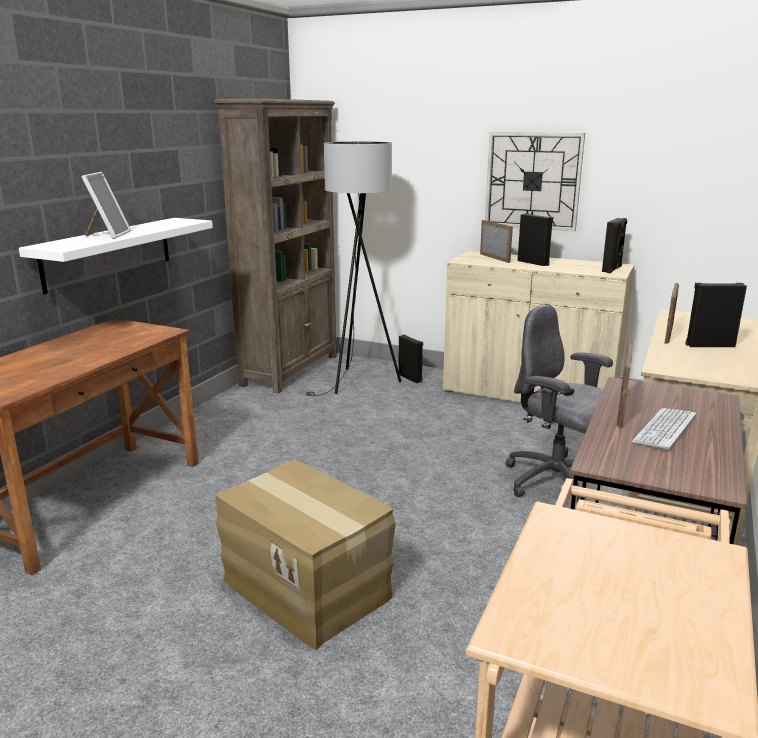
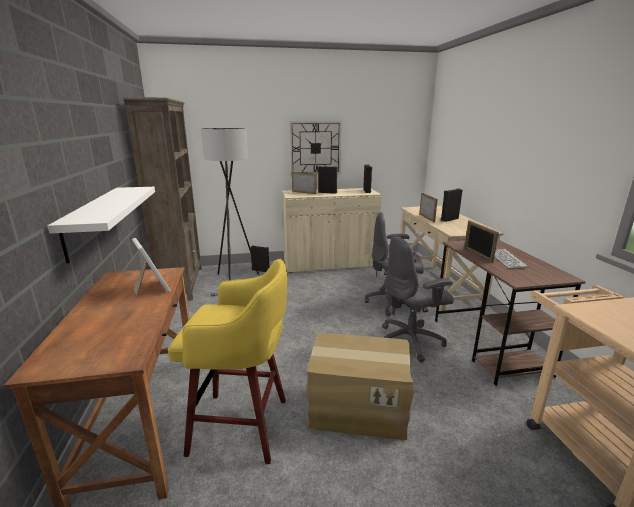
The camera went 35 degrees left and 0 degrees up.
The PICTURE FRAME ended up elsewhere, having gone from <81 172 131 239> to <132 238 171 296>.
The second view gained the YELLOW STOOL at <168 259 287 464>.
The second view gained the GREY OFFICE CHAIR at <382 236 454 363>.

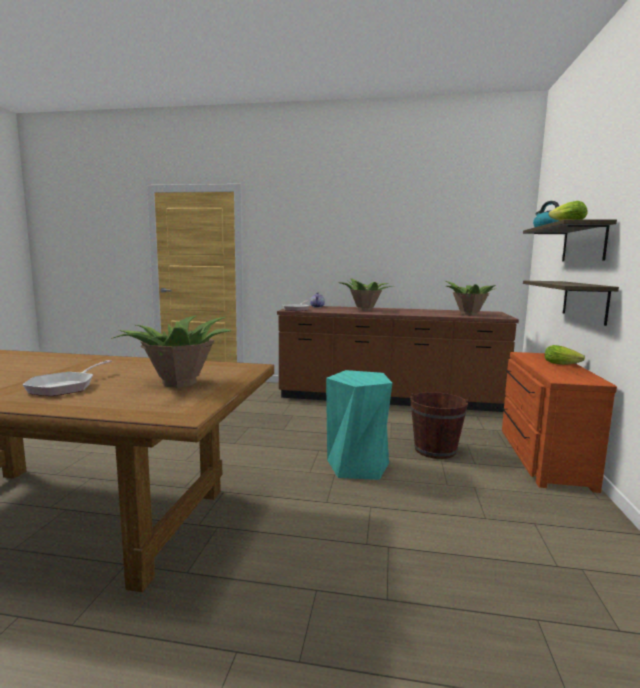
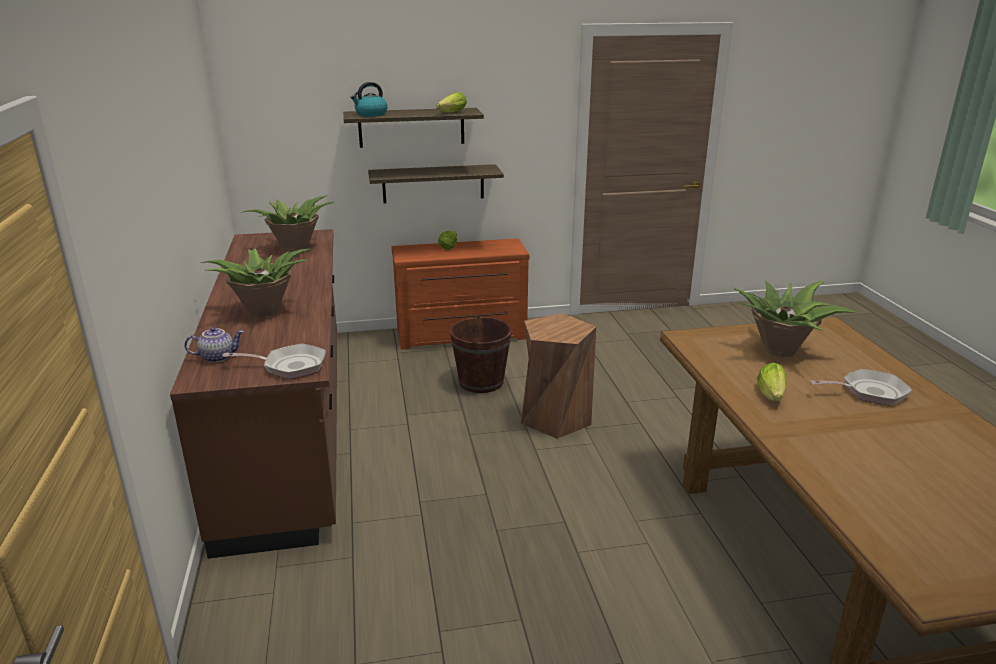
The camera went 110 degrees left and 15 degrees up.
What was the TURQUOISE STOOL at <326 370 392 480> turned into the BROWN STOOL at <521 313 596 439>.
The second view gained the LETTUCE at <757 363 786 401>.

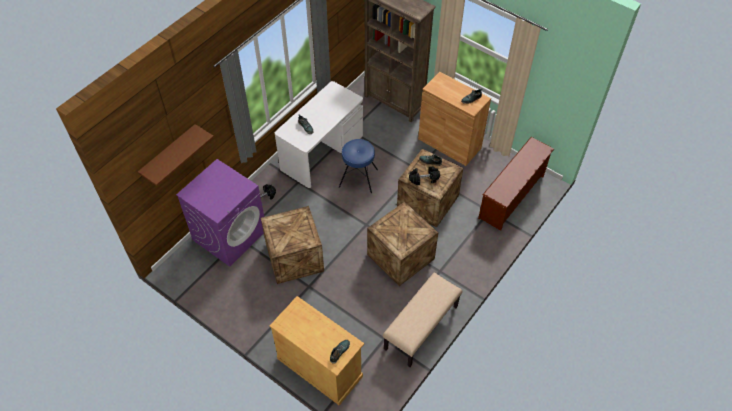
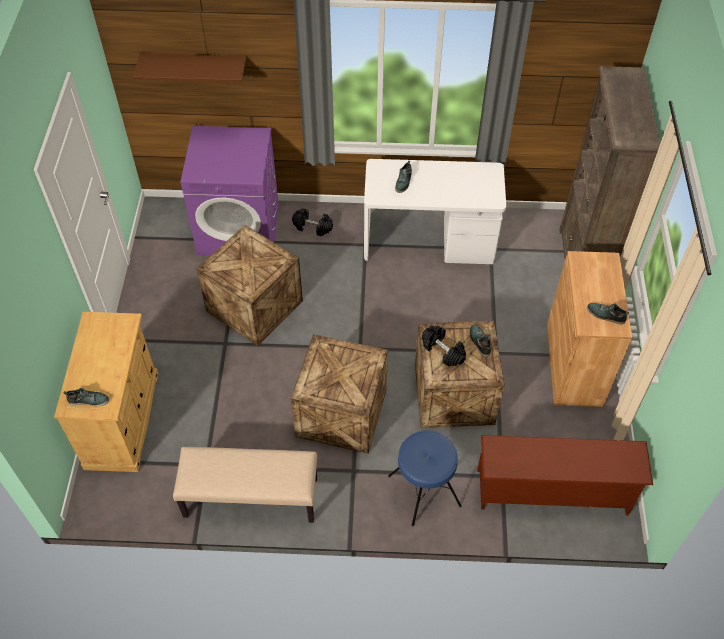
The camera went 55 degrees right and 0 degrees up.
The BLUE STOOL ended up elsewhere, having gone from <339 139 378 193> to <388 431 462 526>.

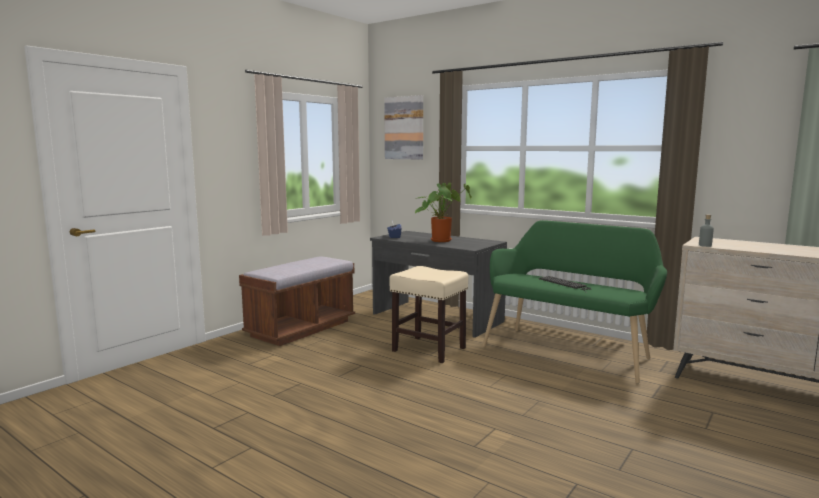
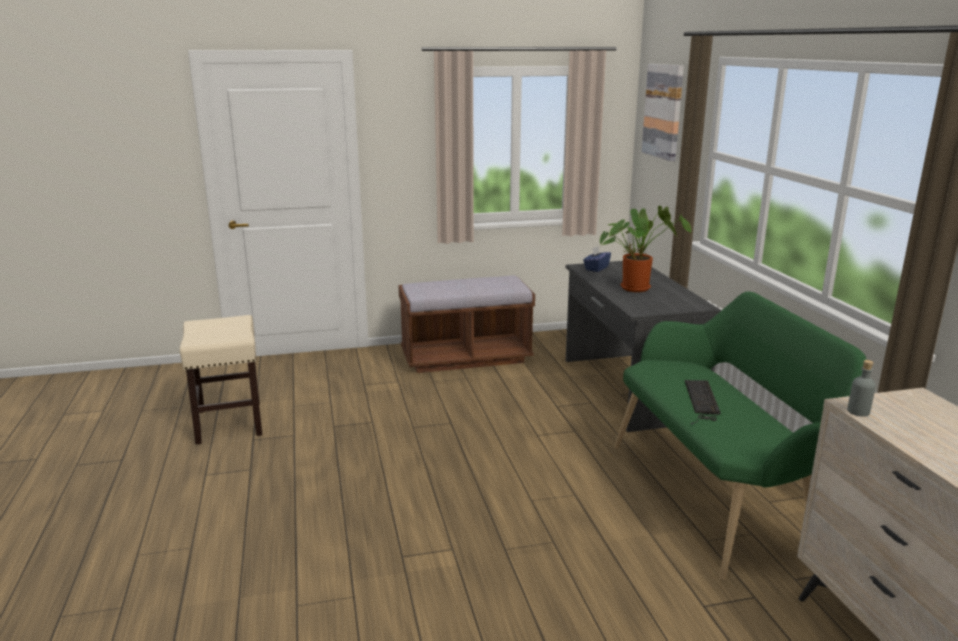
The camera went 40 degrees right and 10 degrees up.
The BEIGE STOOL ended up elsewhere, having gone from <389 266 468 363> to <180 315 262 445>.

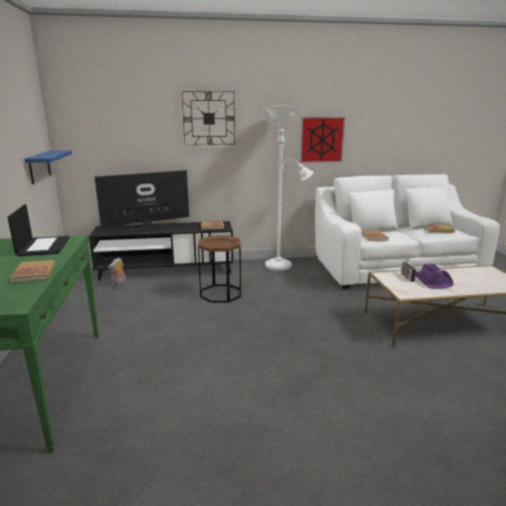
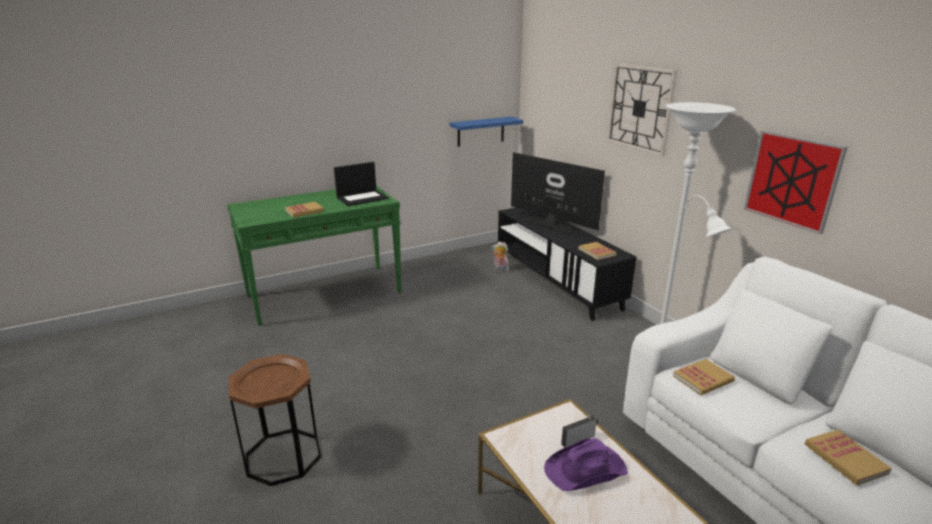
The camera went 70 degrees right and 5 degrees up.
The BROWN SIDE TABLE ended up elsewhere, having gone from <198 235 241 303> to <229 354 321 486>.

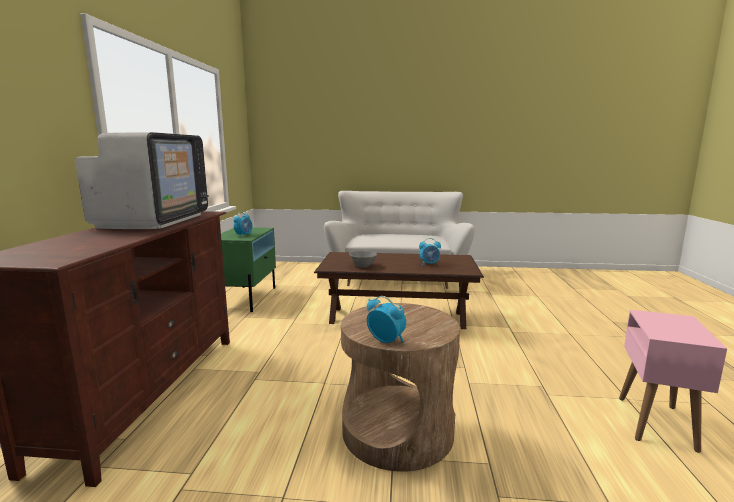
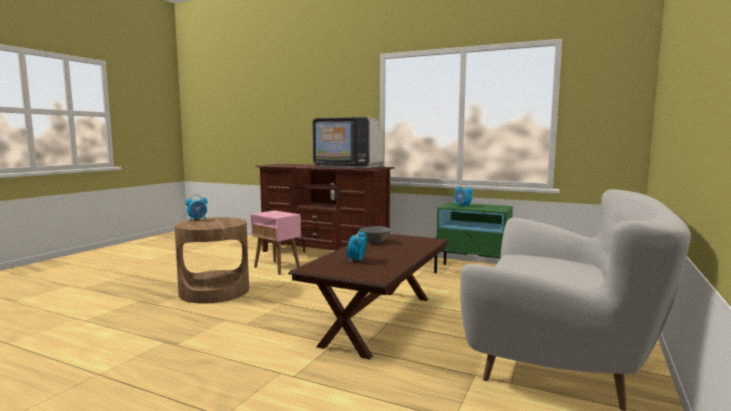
The camera went 110 degrees right and 5 degrees down.
The PINK SIDE TABLE ended up elsewhere, having gone from <619 310 727 453> to <251 210 301 274>.

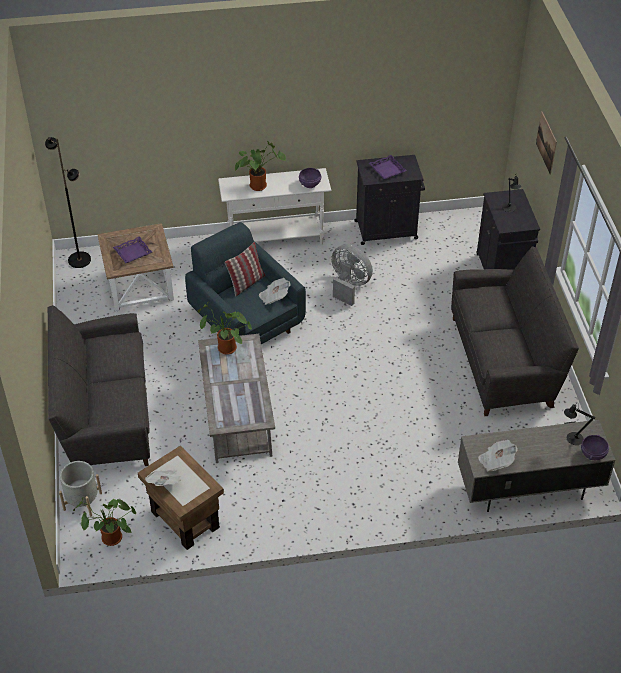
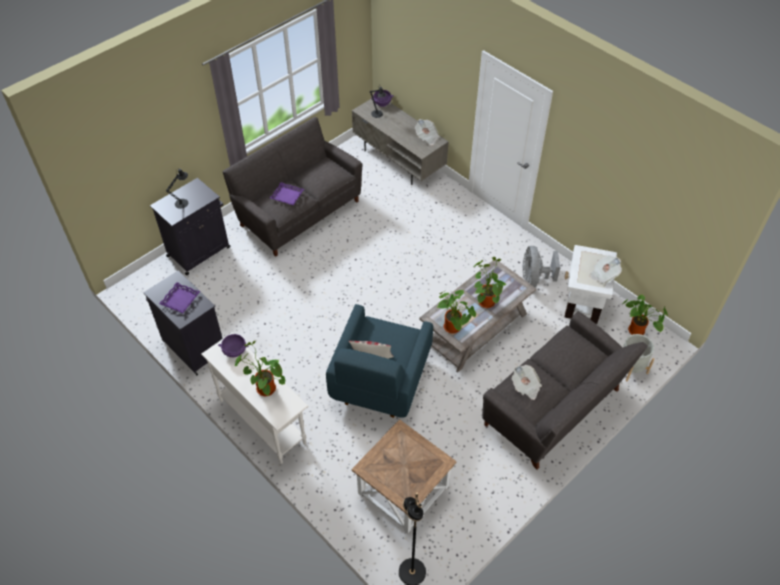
The camera went 125 degrees left and 5 degrees up.
The PURPLE TRAY ended up elsewhere, having gone from <113 236 152 263> to <270 182 304 205>.
What was the BROWN SIDE TABLE at <138 446 224 550> turned into the WHITE SIDE TABLE at <565 245 617 324>.
The NEWSPAPER ended up elsewhere, having gone from <259 278 291 305> to <512 365 542 400>.
The GREY FAN ended up elsewhere, having gone from <331 244 373 306> to <523 246 560 288>.
The second view lost the PICTURE at <536 111 557 175>.
The second view gained the POTTED PLANT at <473 257 507 308>.

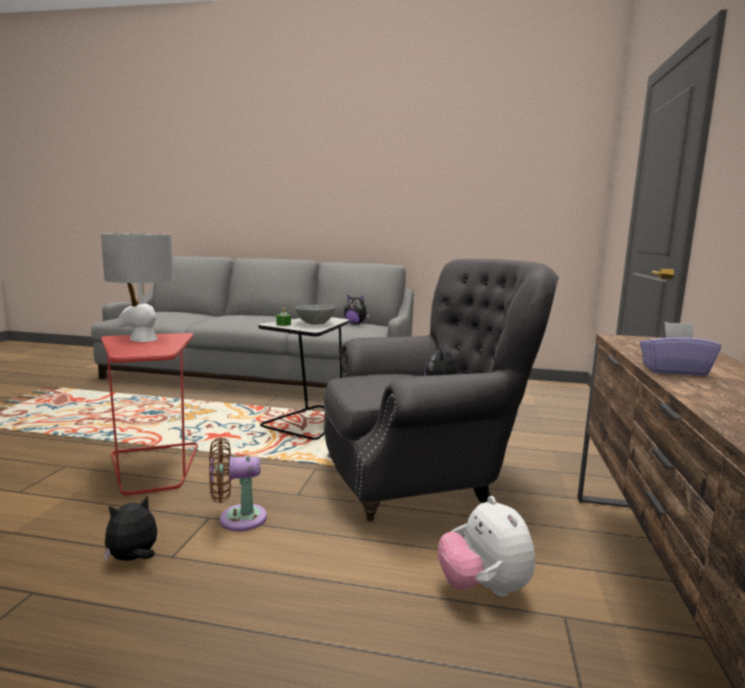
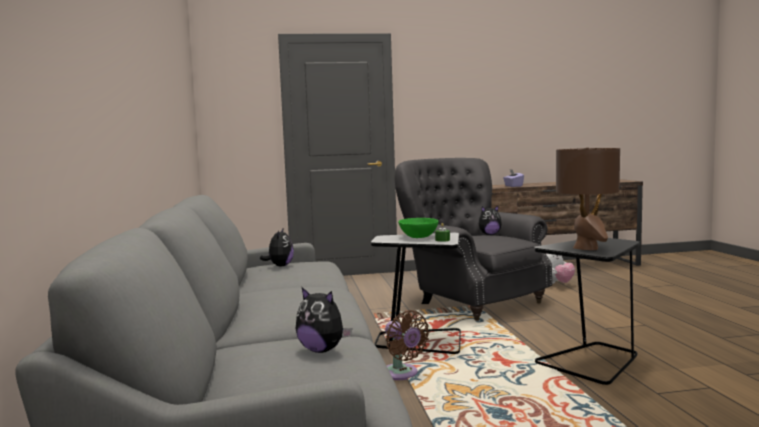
The camera went 110 degrees left and 5 degrees down.
What was the GREY TABLE LAMP at <101 233 174 342> turned into the BROWN TABLE LAMP at <556 148 620 250>.
What was the RED SIDE TABLE at <101 333 198 495> turned into the BLACK SIDE TABLE at <534 238 640 385>.
The PLUSH TOY ended up elsewhere, having gone from <103 496 157 561> to <296 288 352 353>.
The BROWN FAN ended up elsewhere, having gone from <209 437 267 531> to <385 310 430 380>.
What was the GREY BOWL at <296 304 336 325> turned into the GREEN BOWL at <398 218 438 238>.

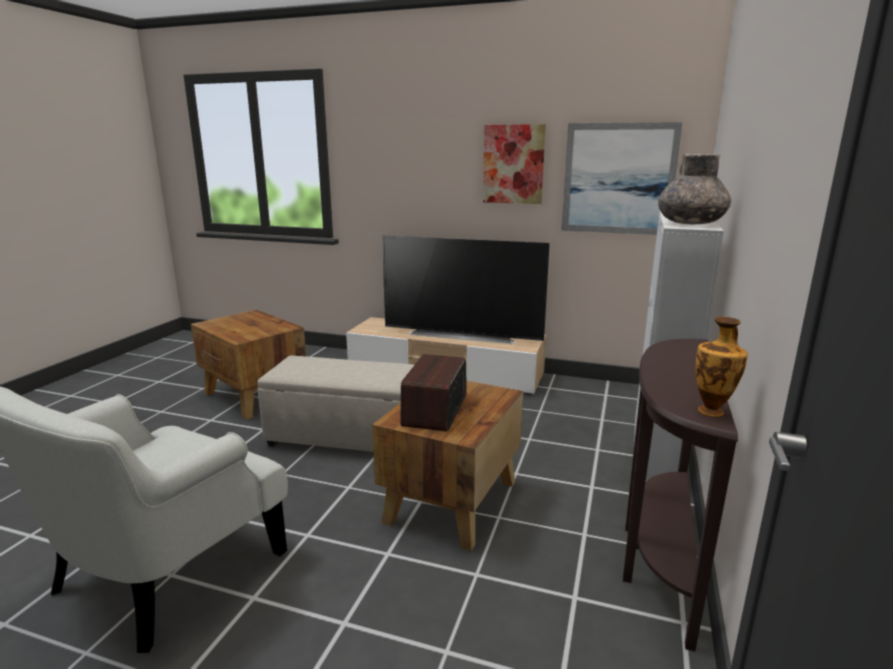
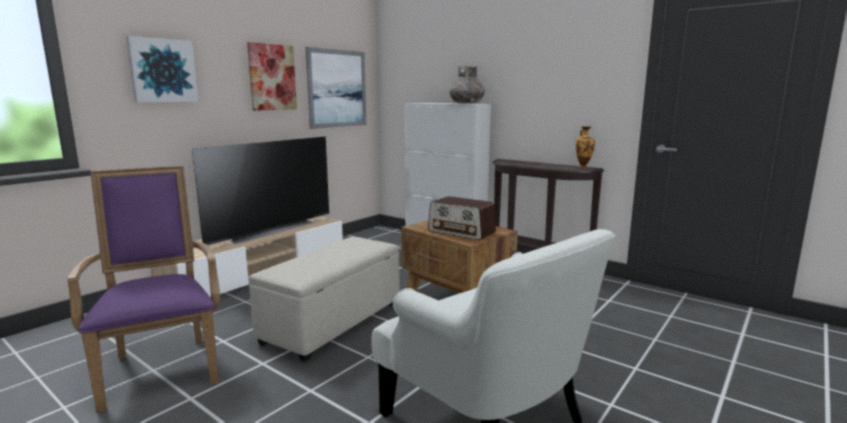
The camera went 70 degrees left and 5 degrees down.
Where the BROWN SIDE TABLE stood at <191 310 306 420>, the PURPLE ARMCHAIR came to stand at <67 166 220 413>.
The second view gained the PICTURE at <126 36 199 103>.

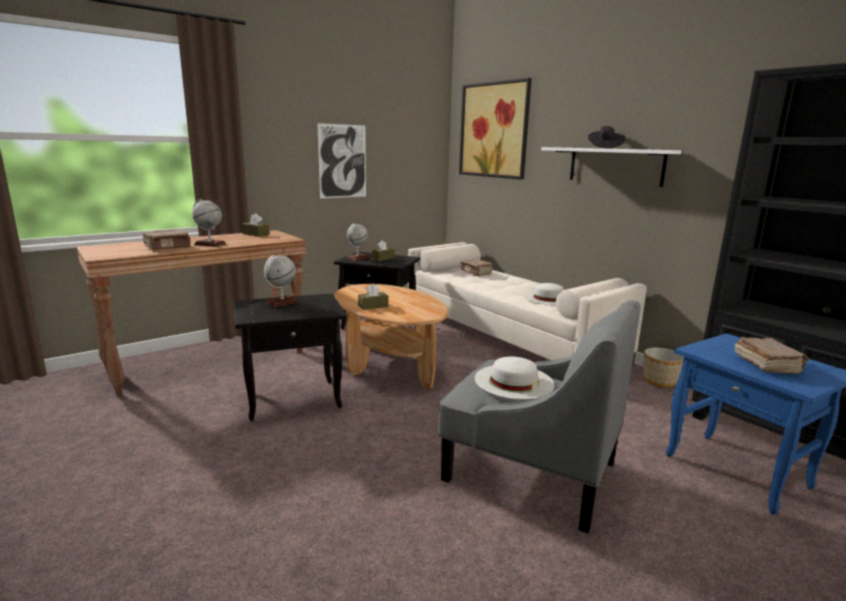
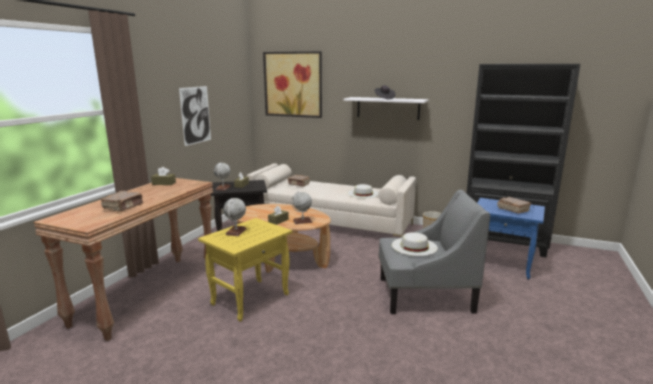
The camera went 30 degrees left and 0 degrees up.
The GLOBE ended up elsewhere, having gone from <192 199 226 247> to <291 192 313 224>.
What was the BLACK SIDE TABLE at <234 293 347 421> turned into the YELLOW SIDE TABLE at <198 218 292 322>.

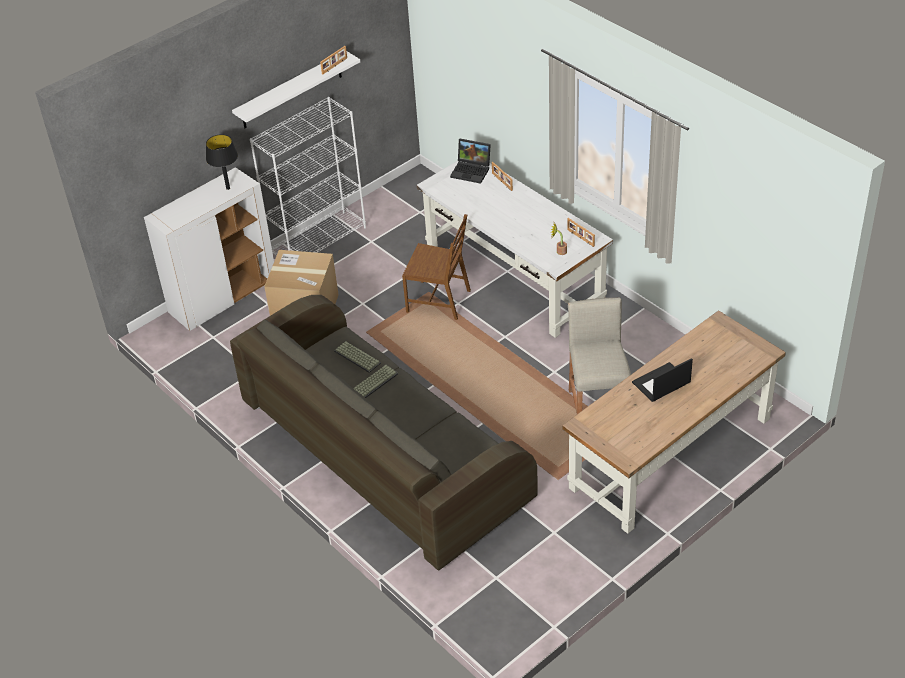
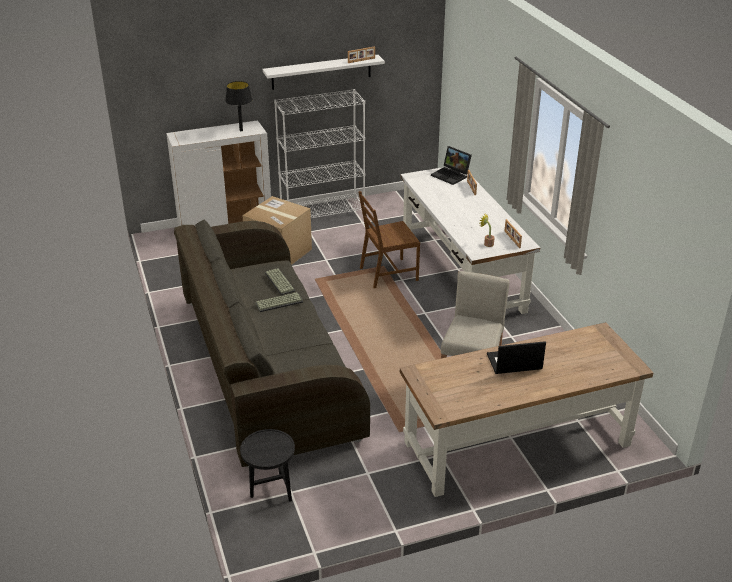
The camera went 20 degrees right and 10 degrees down.
The BROWN CHAIR at <402 214 471 320> ended up facing another way, 120 degrees clockwise from before.
The second view gained the BLACK SIDE TABLE at <240 429 295 502>.

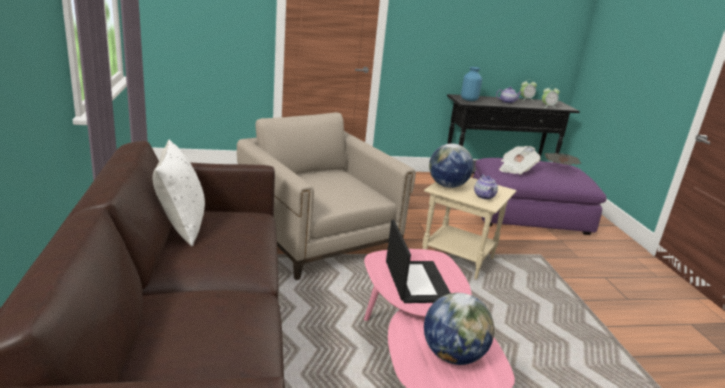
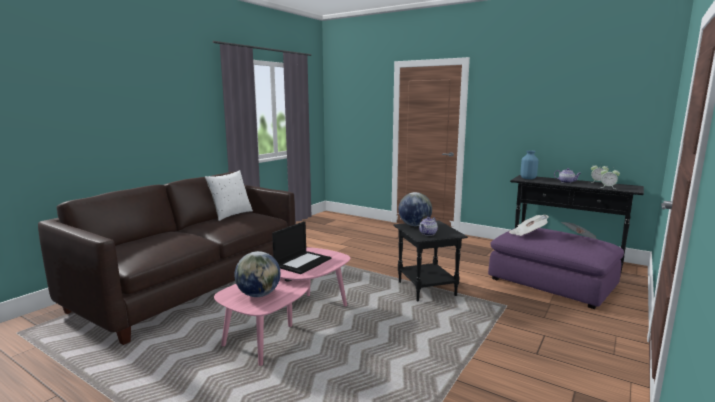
The camera went 45 degrees right and 10 degrees down.
The second view lost the BEIGE ARMCHAIR at <237 112 416 280>.
What was the BEIGE SIDE TABLE at <422 177 516 280> turned into the BLACK SIDE TABLE at <394 220 468 301>.

